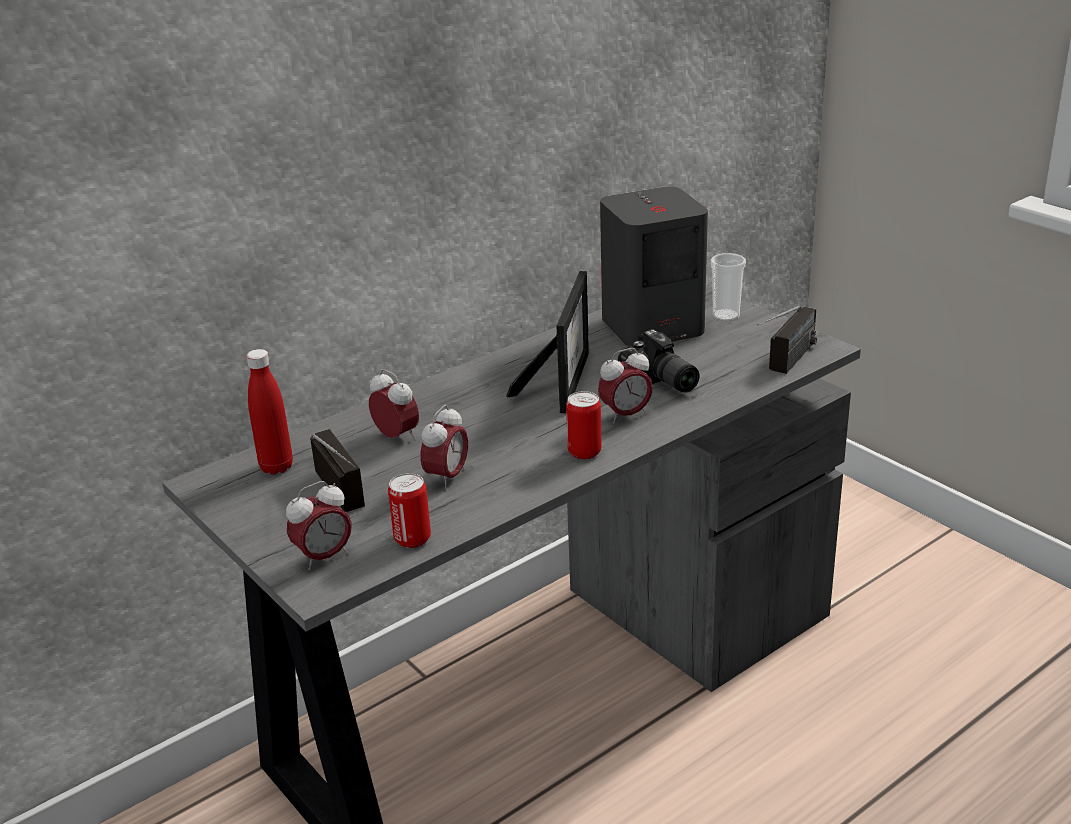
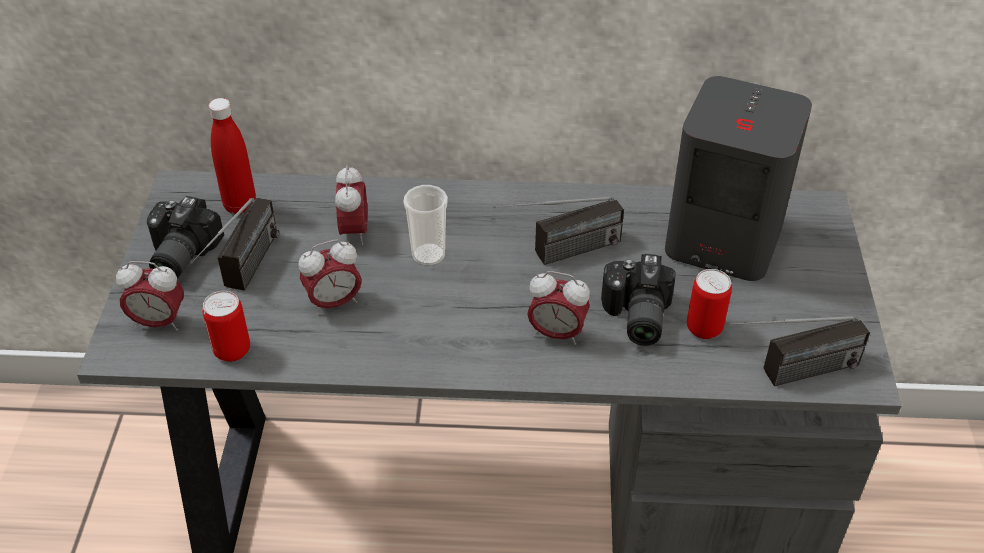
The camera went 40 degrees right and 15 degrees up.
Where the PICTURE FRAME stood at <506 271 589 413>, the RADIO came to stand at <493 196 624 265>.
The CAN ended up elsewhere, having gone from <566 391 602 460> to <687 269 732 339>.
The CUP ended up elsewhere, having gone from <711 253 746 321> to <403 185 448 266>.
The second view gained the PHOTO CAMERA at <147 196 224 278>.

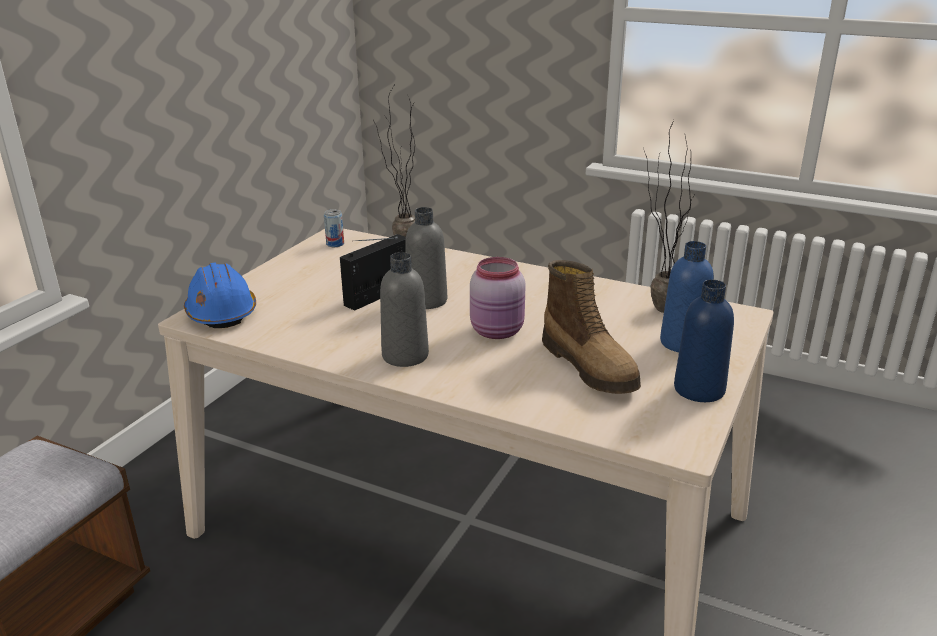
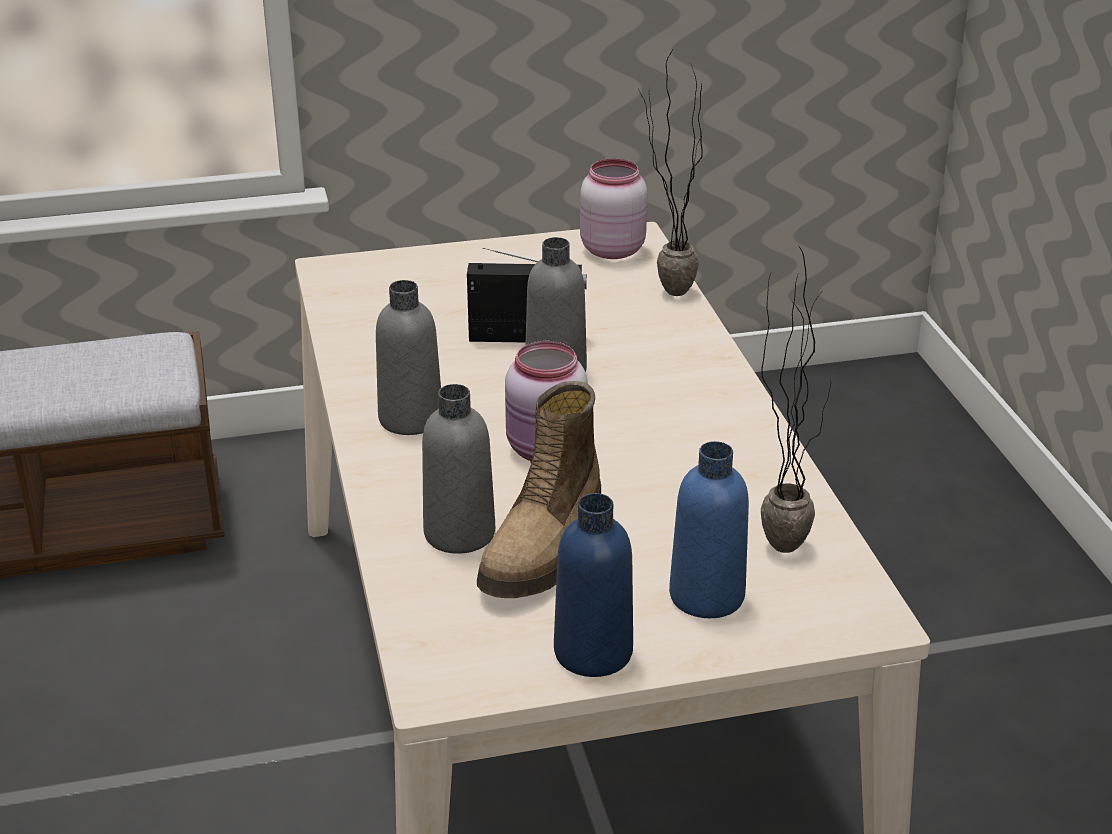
The camera went 50 degrees right and 5 degrees up.
The second view lost the BLUE HARD HAT at <184 263 256 328>.
Where the CAN stood at <324 209 344 247>, the PINK JAR came to stand at <580 159 648 259>.
The second view gained the GREY BOTTLE at <422 384 495 554>.

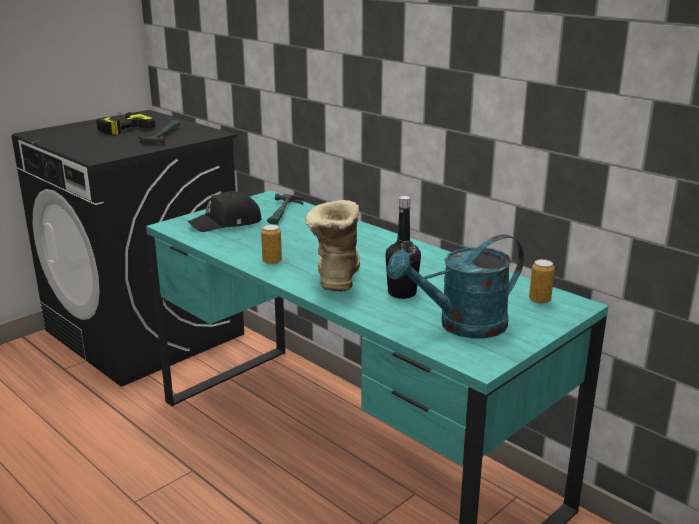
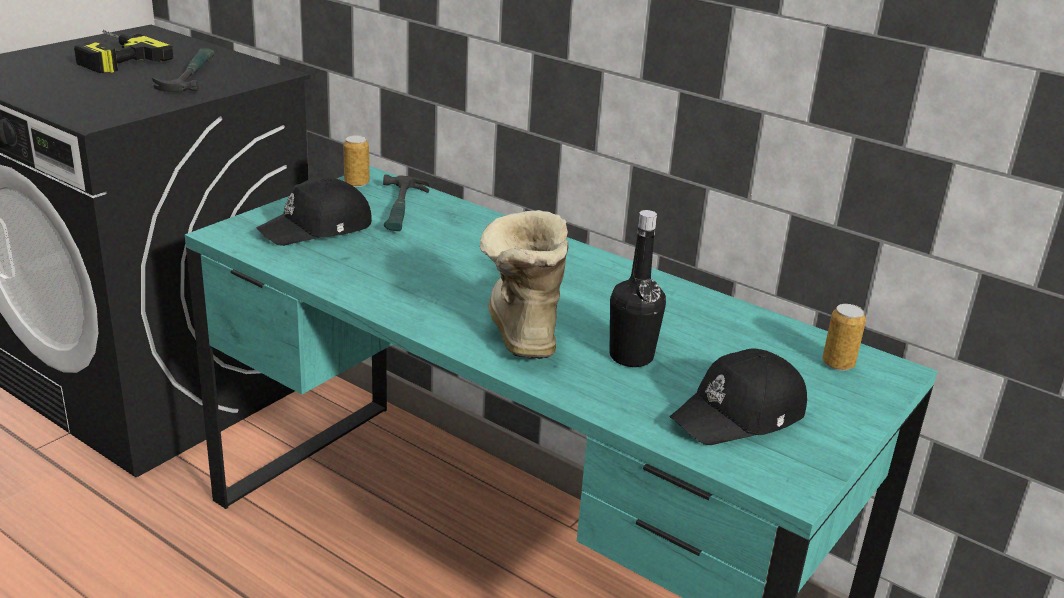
The camera went 10 degrees left and 5 degrees up.
The CAN ended up elsewhere, having gone from <261 224 282 264> to <343 135 370 187>.
Where the TURQUOISE WATERING CAN stood at <387 234 524 338>, the BLACK CAP came to stand at <669 349 807 445>.

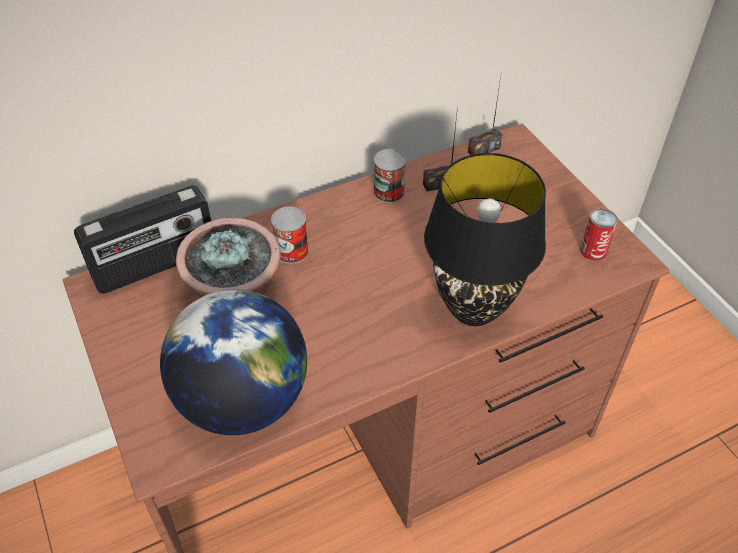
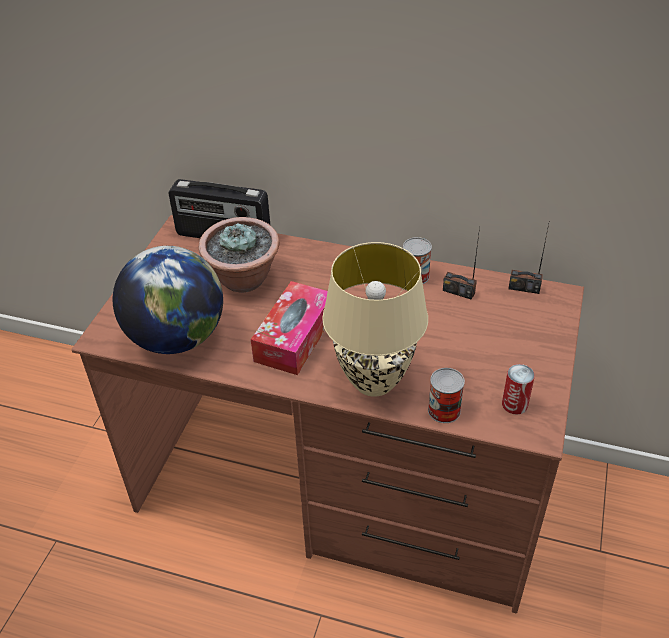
The camera went 45 degrees right and 5 degrees down.
The CAN ended up elsewhere, having gone from <271 206 309 264> to <428 368 465 423>.
What was the BLACK TABLE LAMP at <424 153 546 326> turned into the BEIGE TABLE LAMP at <322 242 428 397>.
The second view gained the TISSUE BOX at <251 281 328 375>.

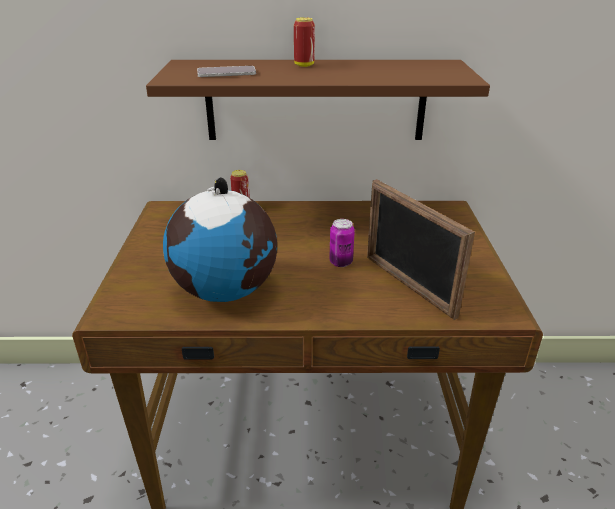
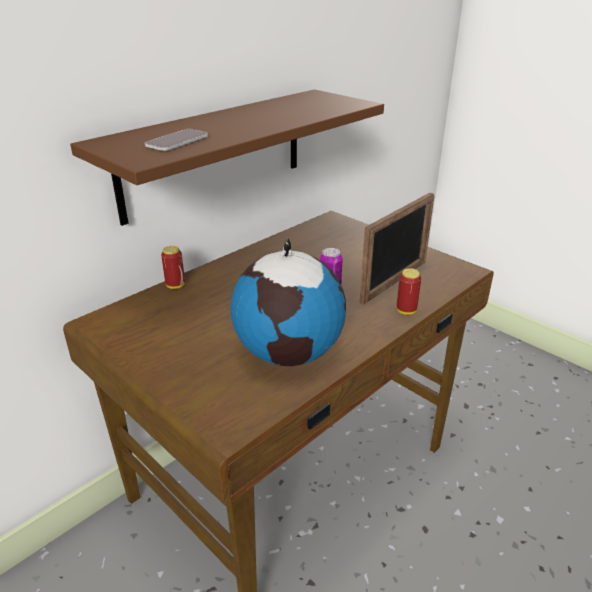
The camera went 45 degrees left and 0 degrees up.
The CAN ended up elsewhere, having gone from <294 17 315 67> to <397 268 421 315>.
The PICTURE FRAME at <367 179 475 320> ended up facing another way, 60 degrees counterclockwise from before.

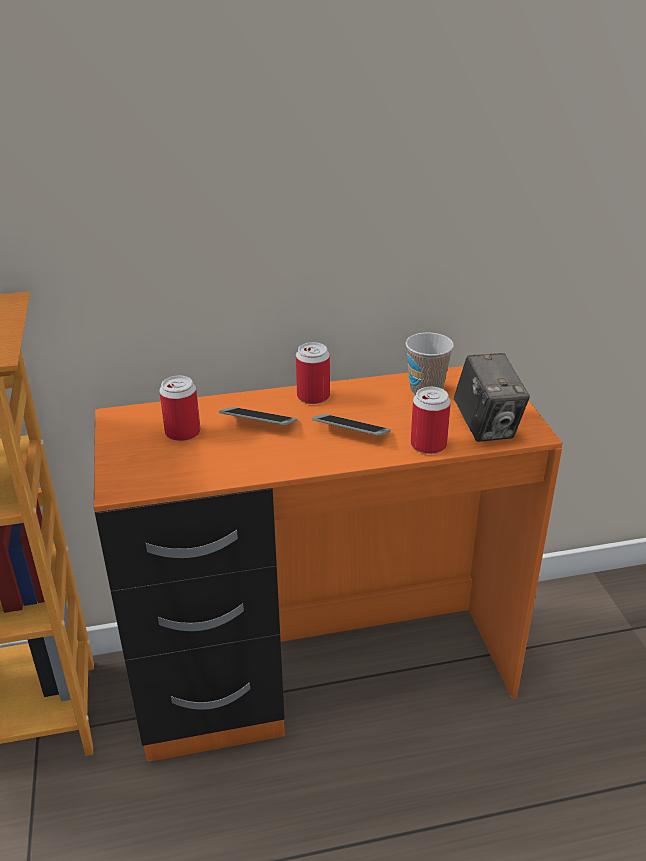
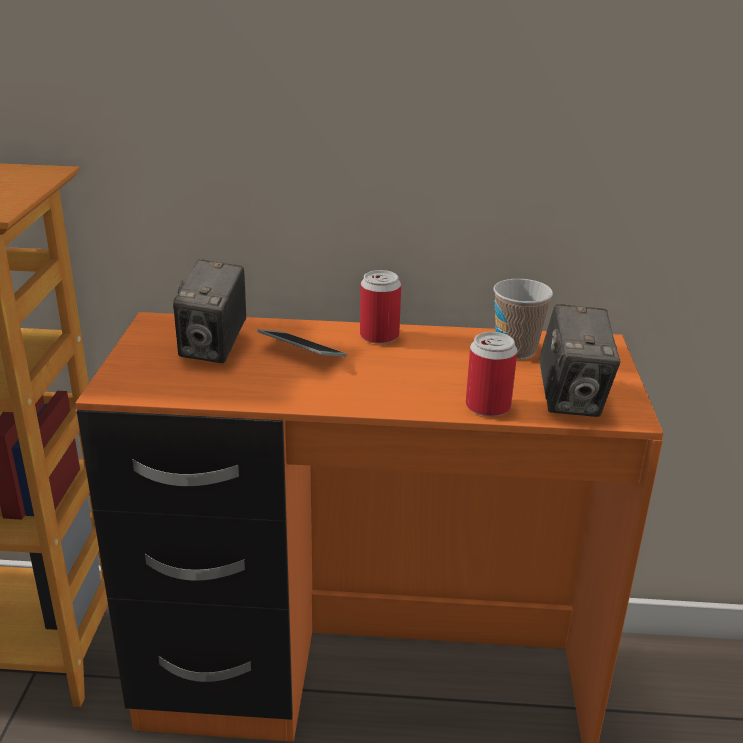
The camera went 15 degrees right and 5 degrees down.
Where the CAN stood at <159 376 201 441>, the PHOTO CAMERA came to stand at <173 259 246 363>.
The second view lost the PHONE at <311 414 391 436>.

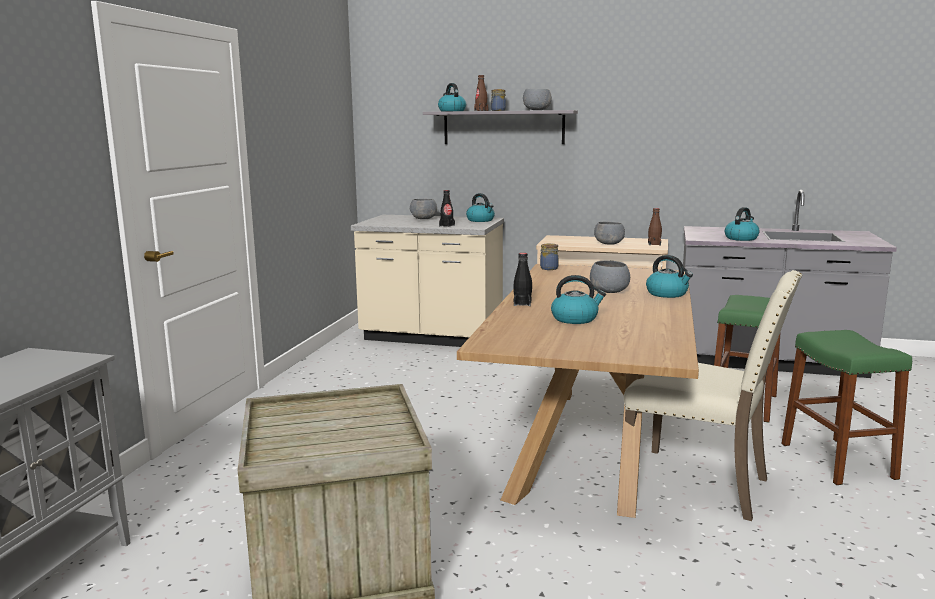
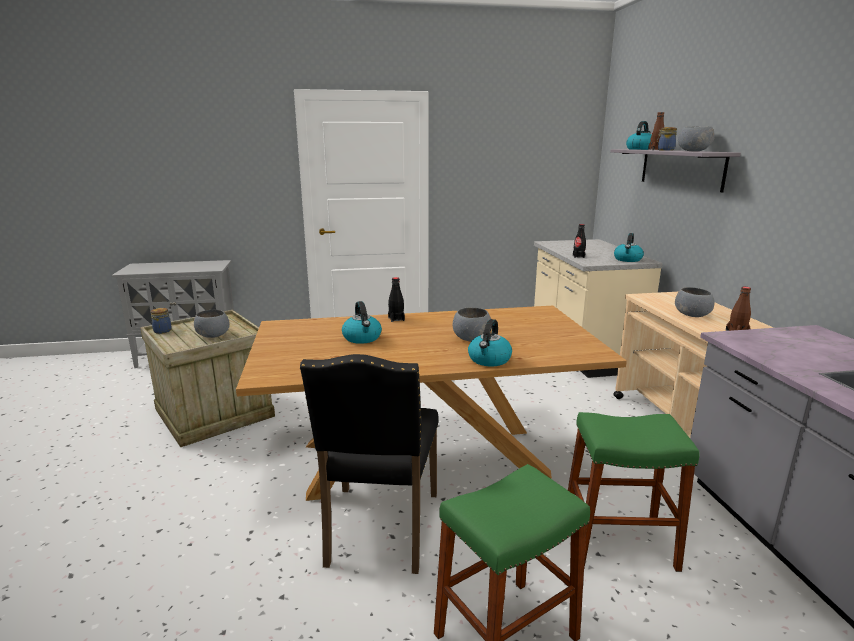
The camera went 65 degrees right and 5 degrees up.
The GREY BOWL ended up elsewhere, having gone from <410 199 437 219> to <194 310 230 338>.
The JAR ended up elsewhere, having gone from <540 243 559 270> to <150 308 172 334>.
What was the BEIGE CHAIR at <624 270 802 521> turned into the BLACK CHAIR at <300 354 439 574>.
The second view lost the KETTLE at <725 207 759 241>.

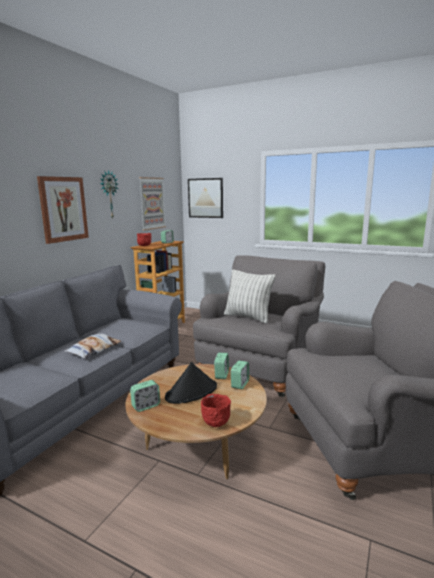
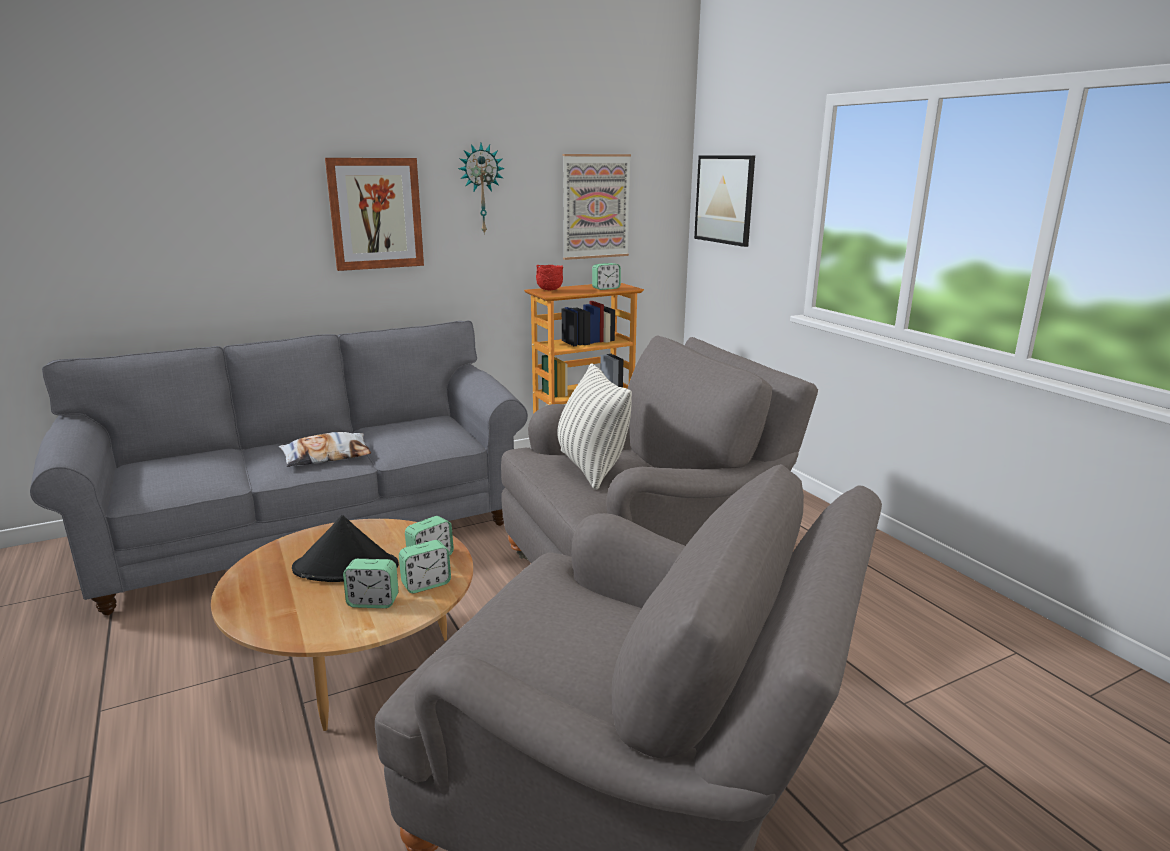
The camera went 35 degrees right and 5 degrees up.
The ALARM CLOCK ended up elsewhere, having gone from <130 380 160 412> to <343 559 398 608>.
The second view lost the RED BOWL at <201 394 231 427>.

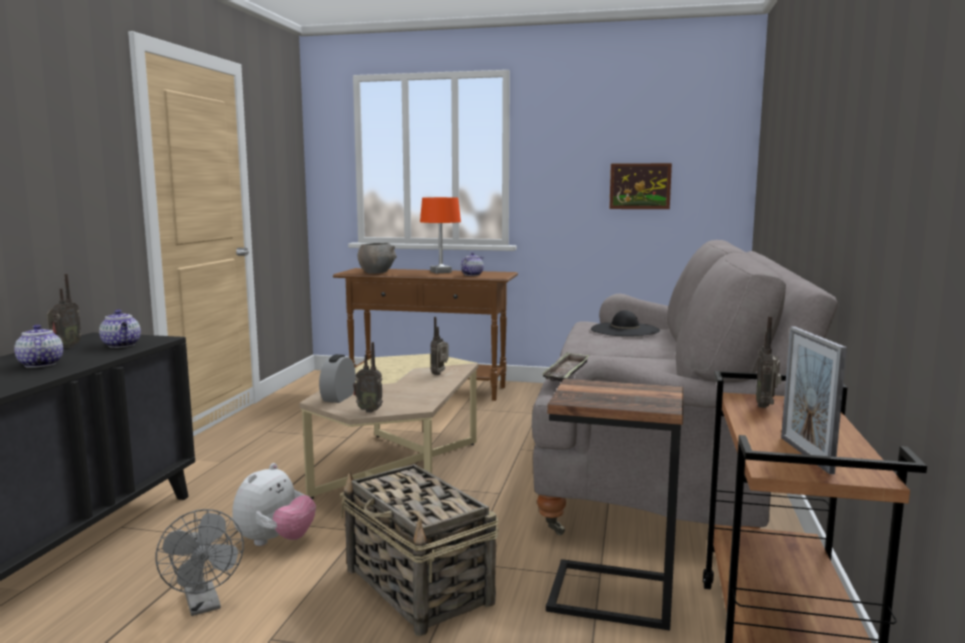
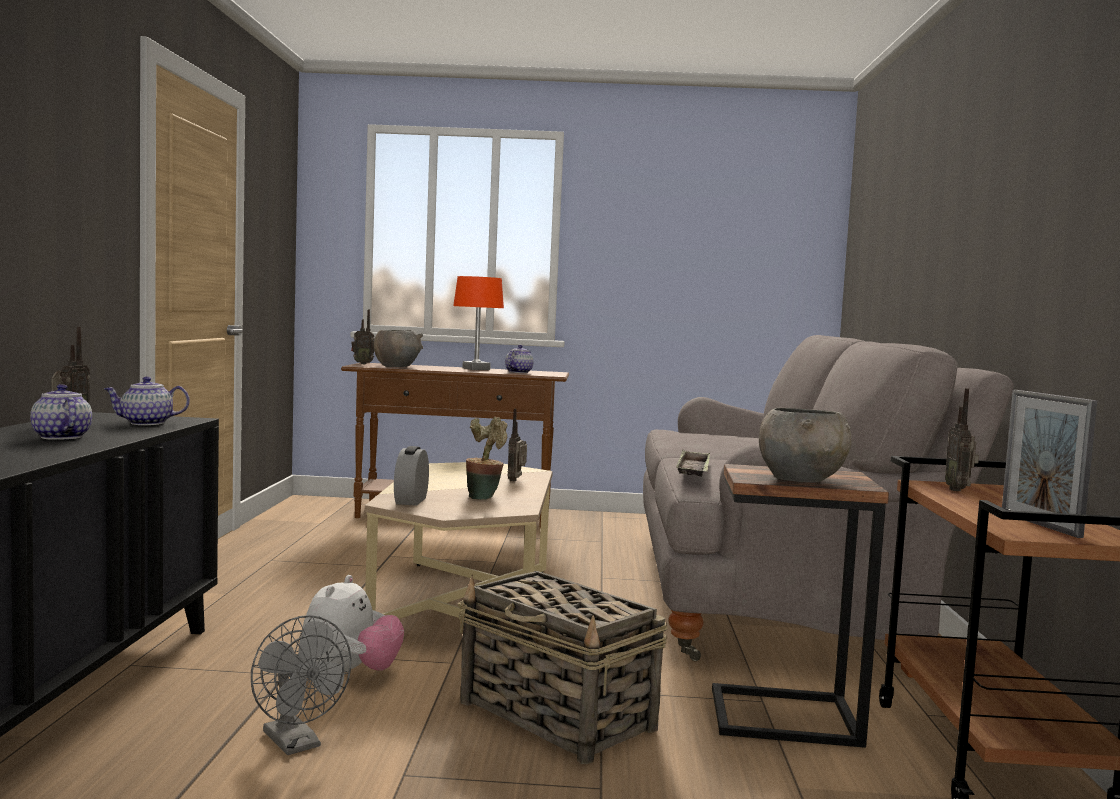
The camera went 10 degrees left and 5 degrees down.
The TEAPOT at <99 310 141 348> ended up facing another way, 120 degrees clockwise from before.
The RADIO ended up elsewhere, having gone from <353 342 383 413> to <351 309 375 364>.
The second view lost the BLACK HAT at <591 310 660 336>.
The second view lost the PICTURE at <609 163 672 209>.
The second view gained the POTTED PLANT at <466 417 507 500>.
The second view gained the GREY BOWL at <759 408 852 482>.

